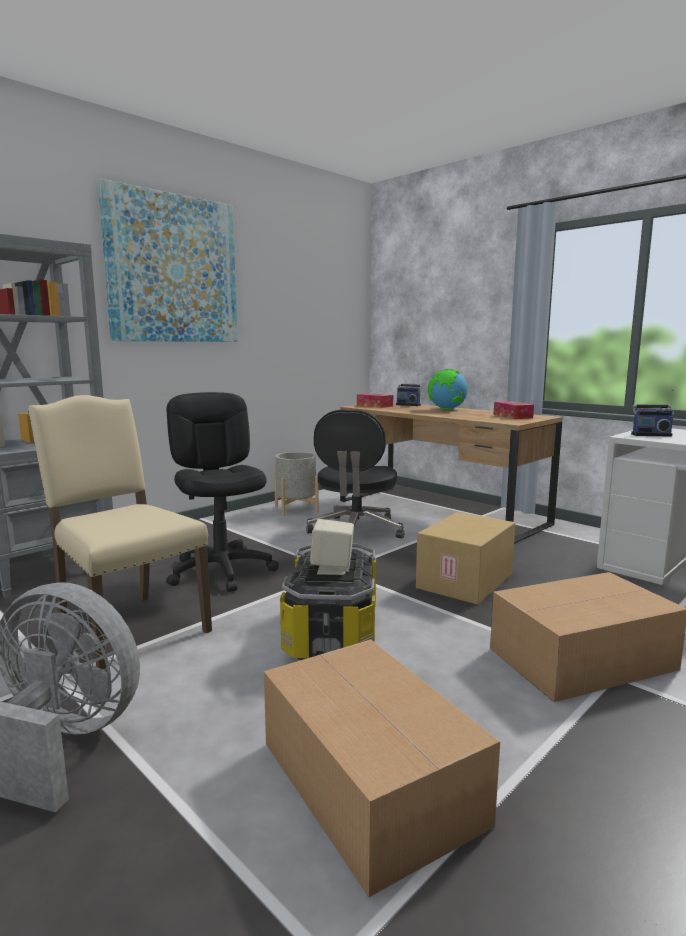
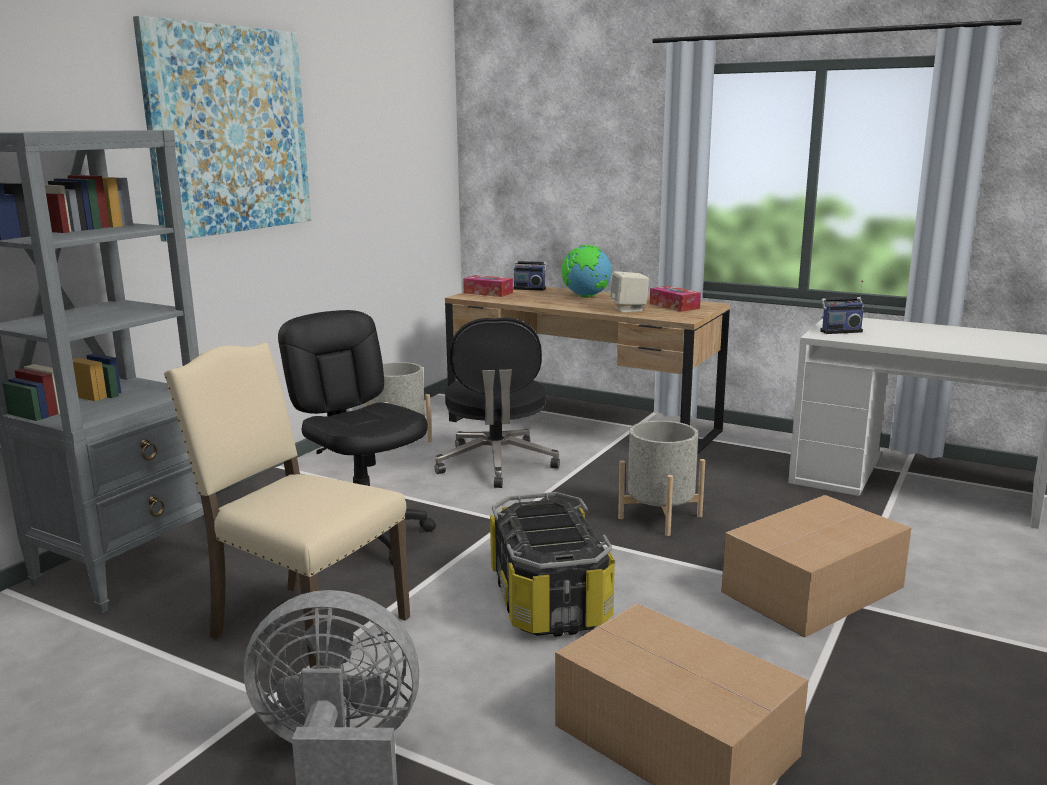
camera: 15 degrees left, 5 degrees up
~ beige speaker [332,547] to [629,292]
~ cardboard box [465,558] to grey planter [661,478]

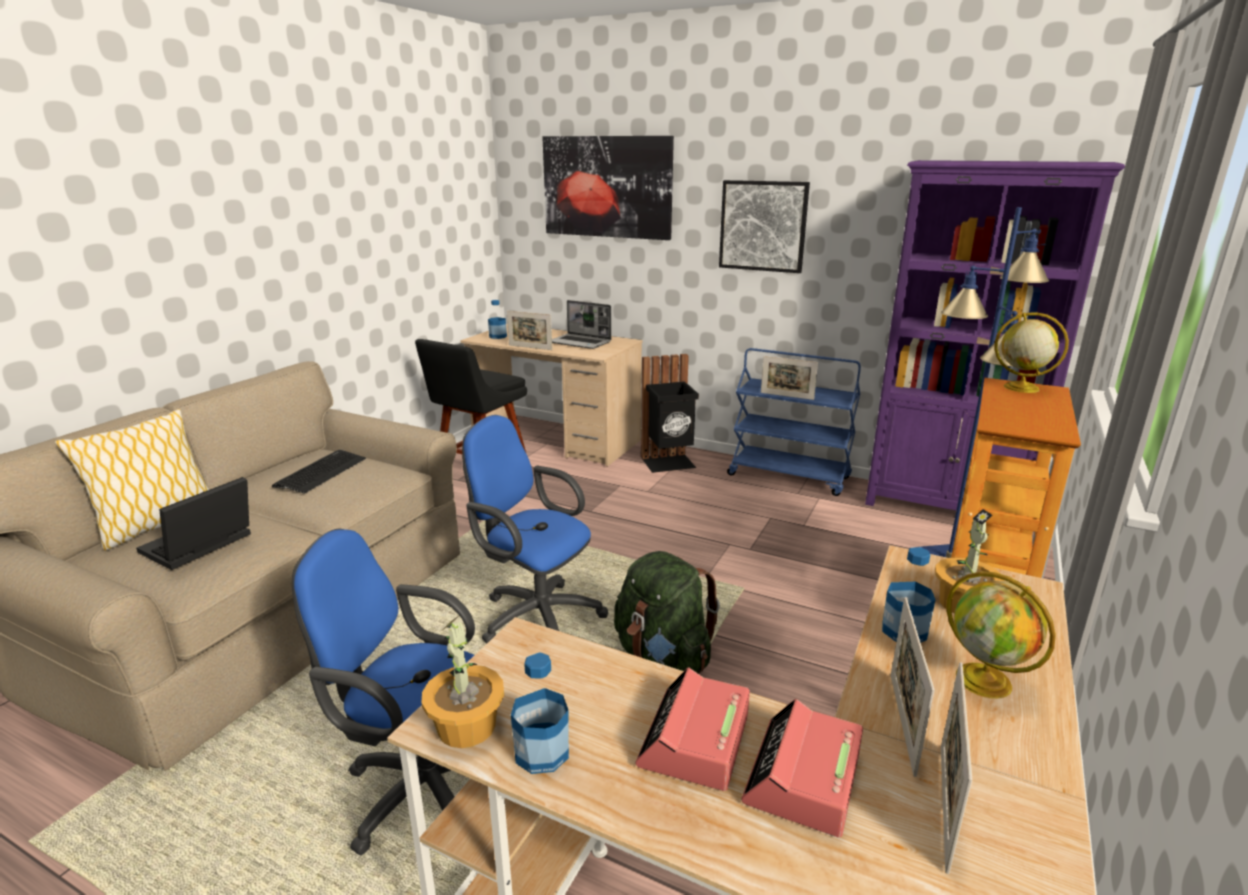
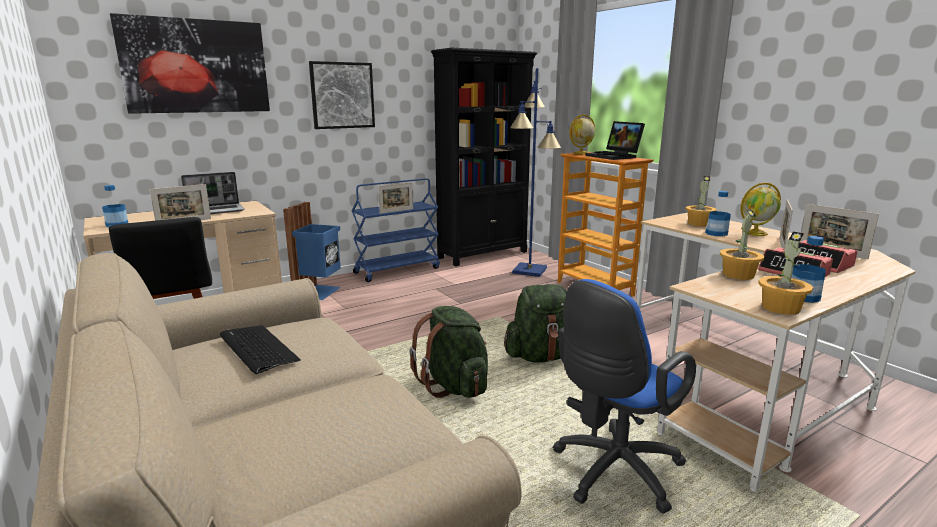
camera: 60 degrees left, 5 degrees down
~ black trash can [670,413] to blue trash can [312,251]
~ blue office chair [535,529] to green backpack [448,352]
~ purple bookcase [995,335] to black bookcase [484,157]
~ laptop [193,523] to [615,140]
+ potted plant [742,244]
~ picture frame [913,687] = [786,224] 75 degrees clockwise
- pillow [132,480]

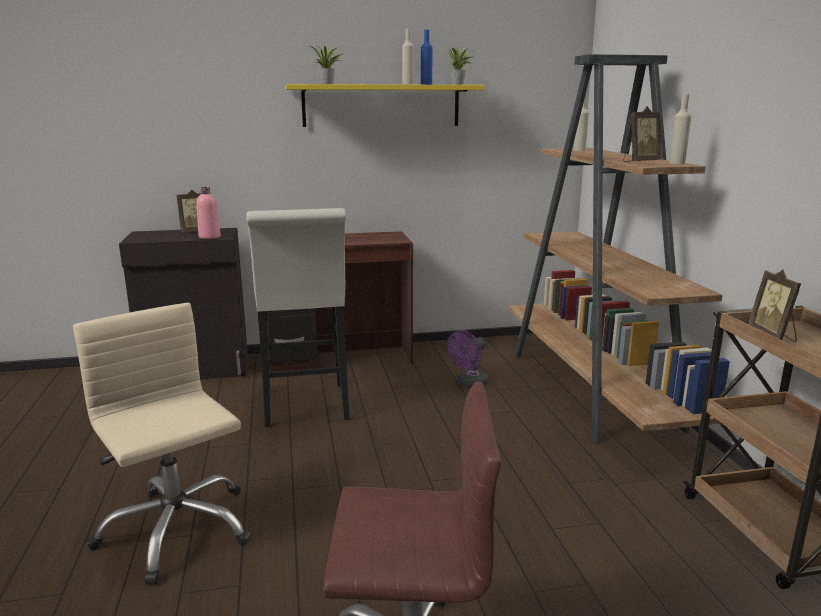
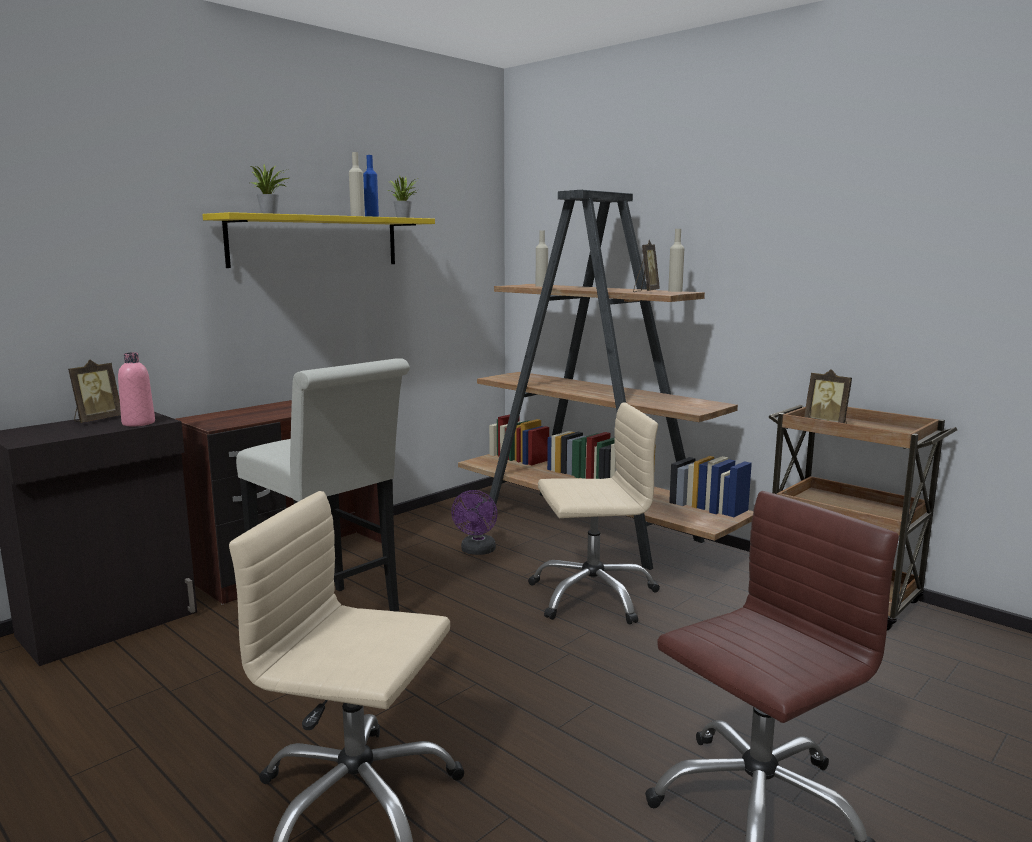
camera: 35 degrees left, 5 degrees down
+ beige office chair [594,513]

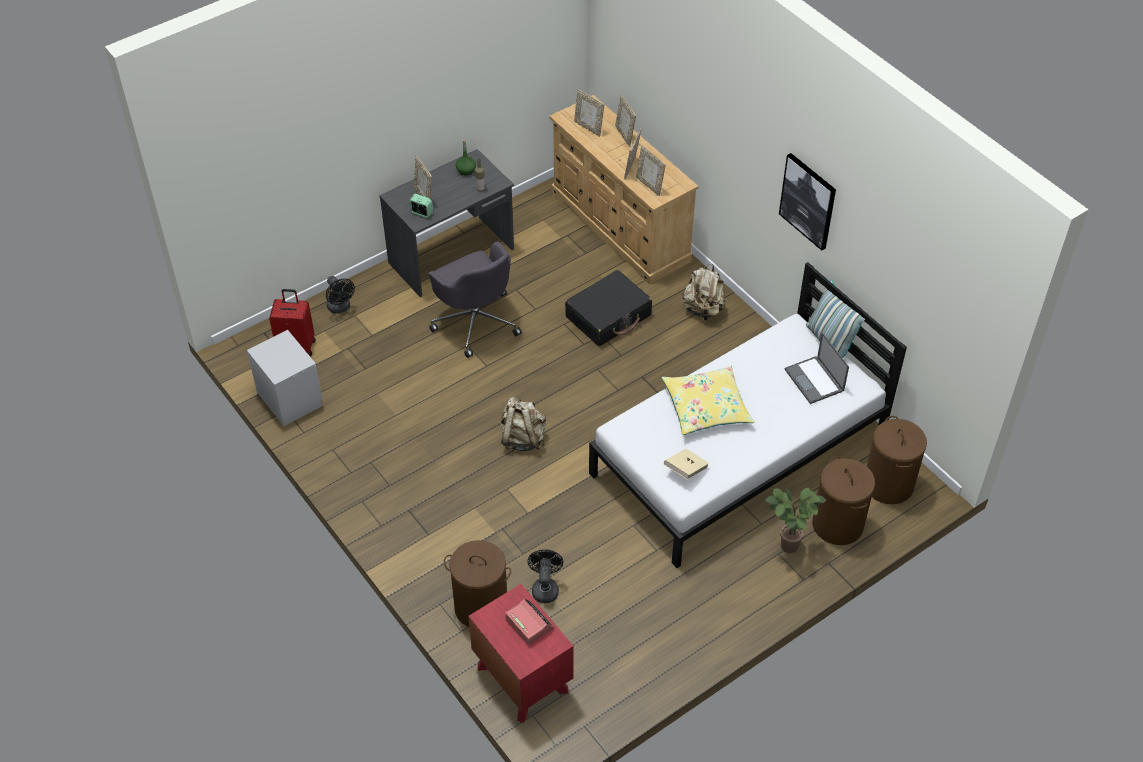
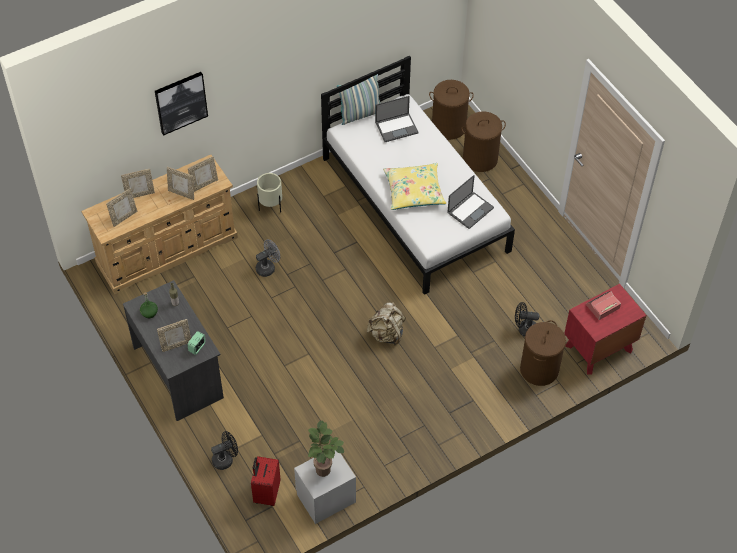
camera: 85 degrees left, 5 degrees up
~ picture [807,201] to [181,104]
~ black suitcase [608,308] to grey fan [268,258]
~ beige backpack [704,292] to beige planter [269,193]
~ potted plant [795,520] to [326,448]
~ beige book [686,464] to laptop [470,202]
- grey office chair [475,299]

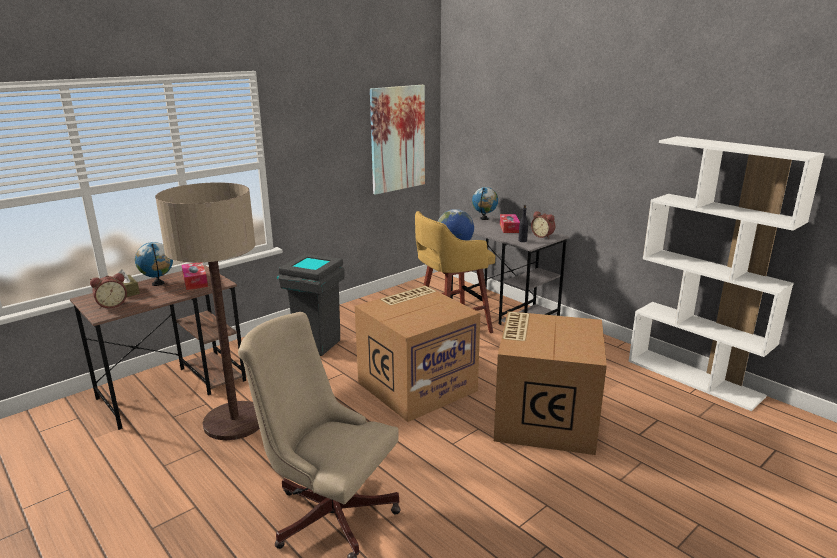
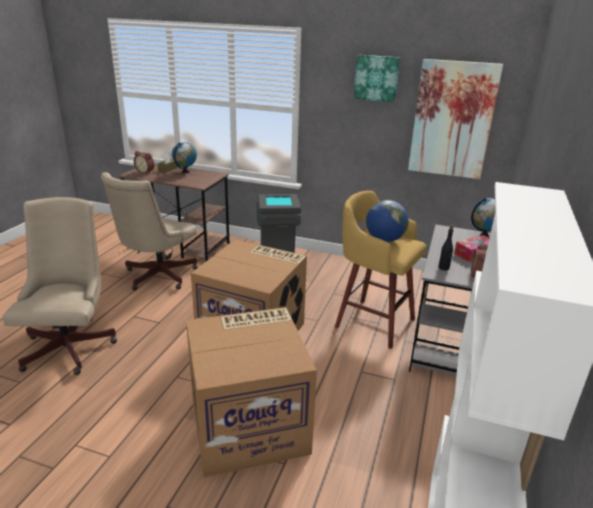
camera: 60 degrees right, 5 degrees up
~ floor lamp [207,311] to beige office chair [149,231]
+ picture [377,78]
- tissue box [194,276]

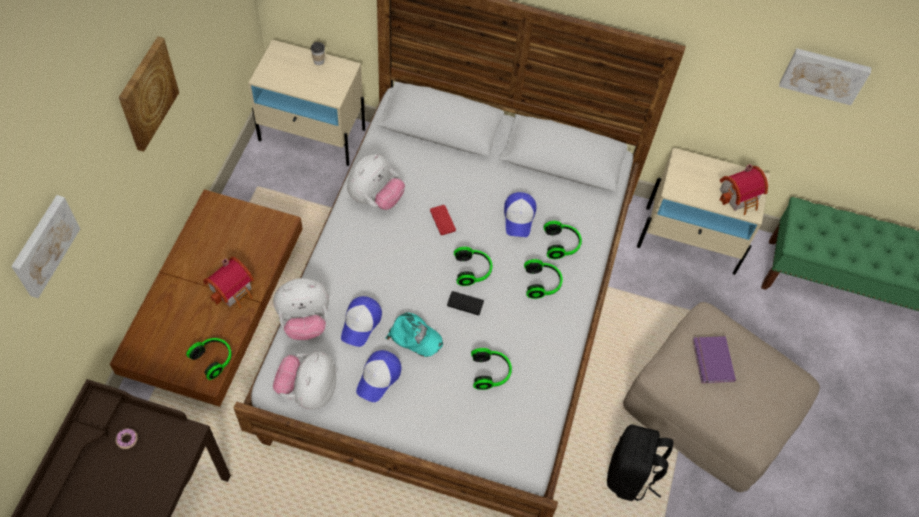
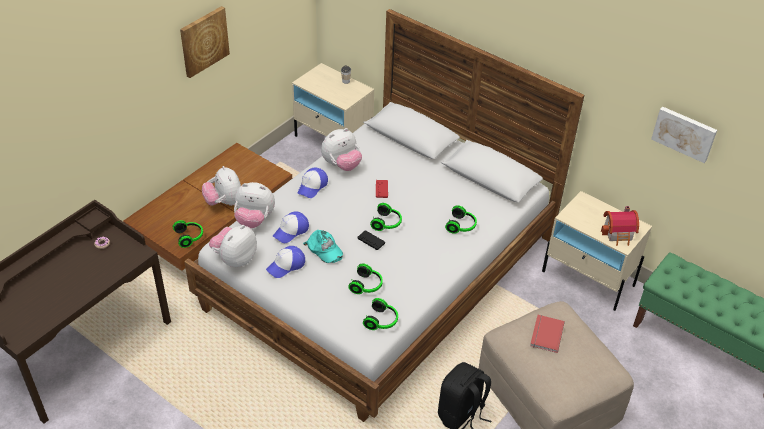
camera: 25 degrees right, 15 degrees down
~ toy house [228,282] to plush toy [221,186]
~ cap [520,214] to [312,183]
~ headphones [543,279] to [380,314]
~ purple book [714,359] to red book [547,334]
- picture [45,246]

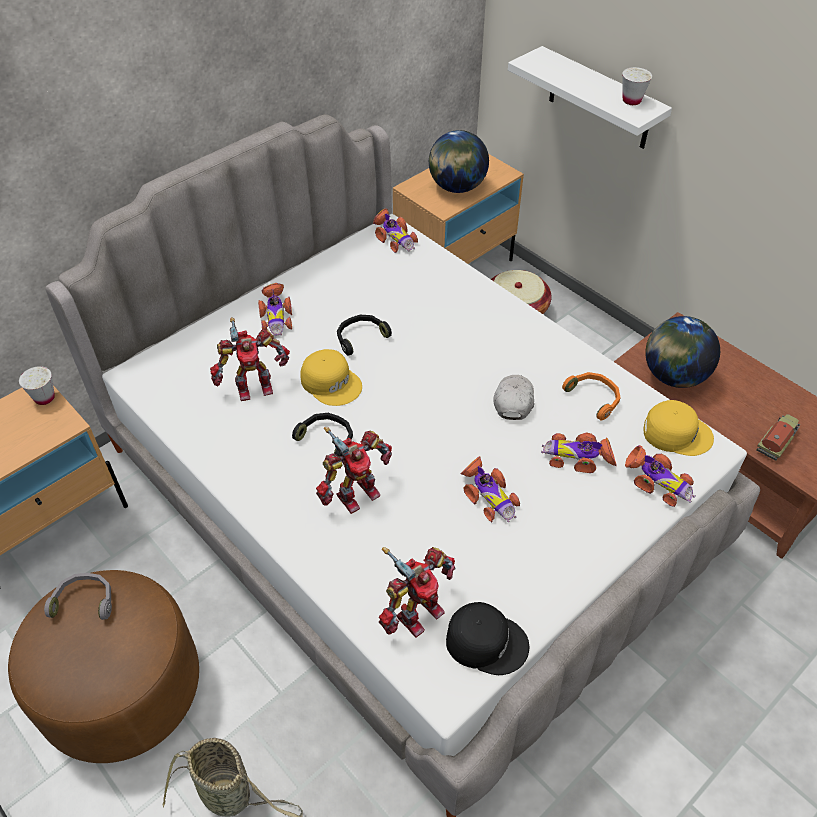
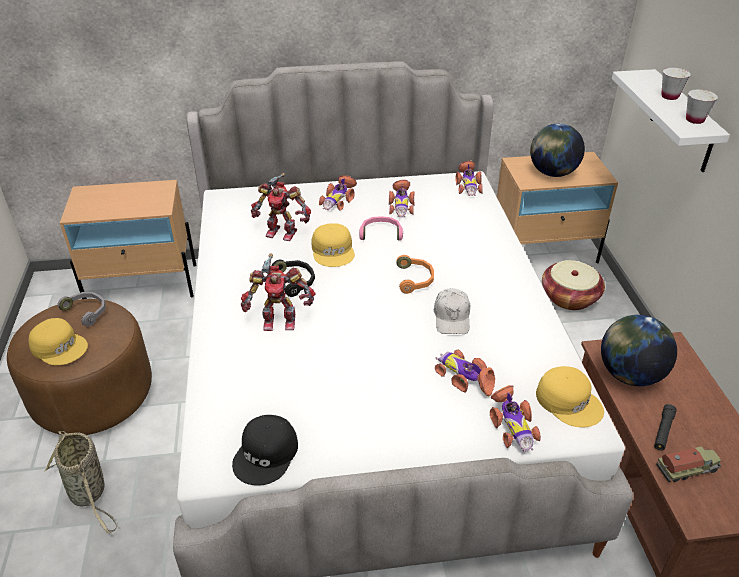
camera: 35 degrees right, 10 degrees down
+ yellow cap [58,341]
~ black cap [487,638] = [265,450] 60 degrees clockwise
~ black headphones [364,335] to pink headphones [381,228]
~ toy car [490,489] to [402,198]
~ orange headphones [591,396] to [415,274]
~ white cap [513,397] = [452,311] 135 degrees clockwise
+ black flashlight [665,427]
~ white cup [37,385] to [676,84]
- toy robot [417,592]

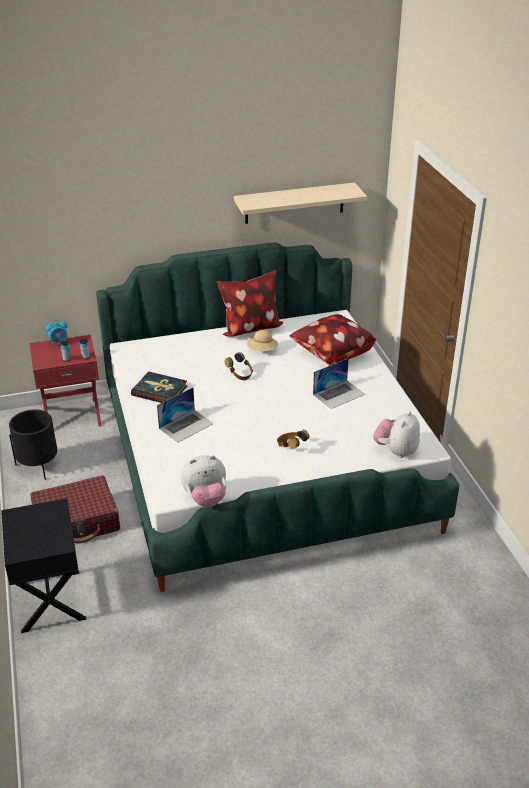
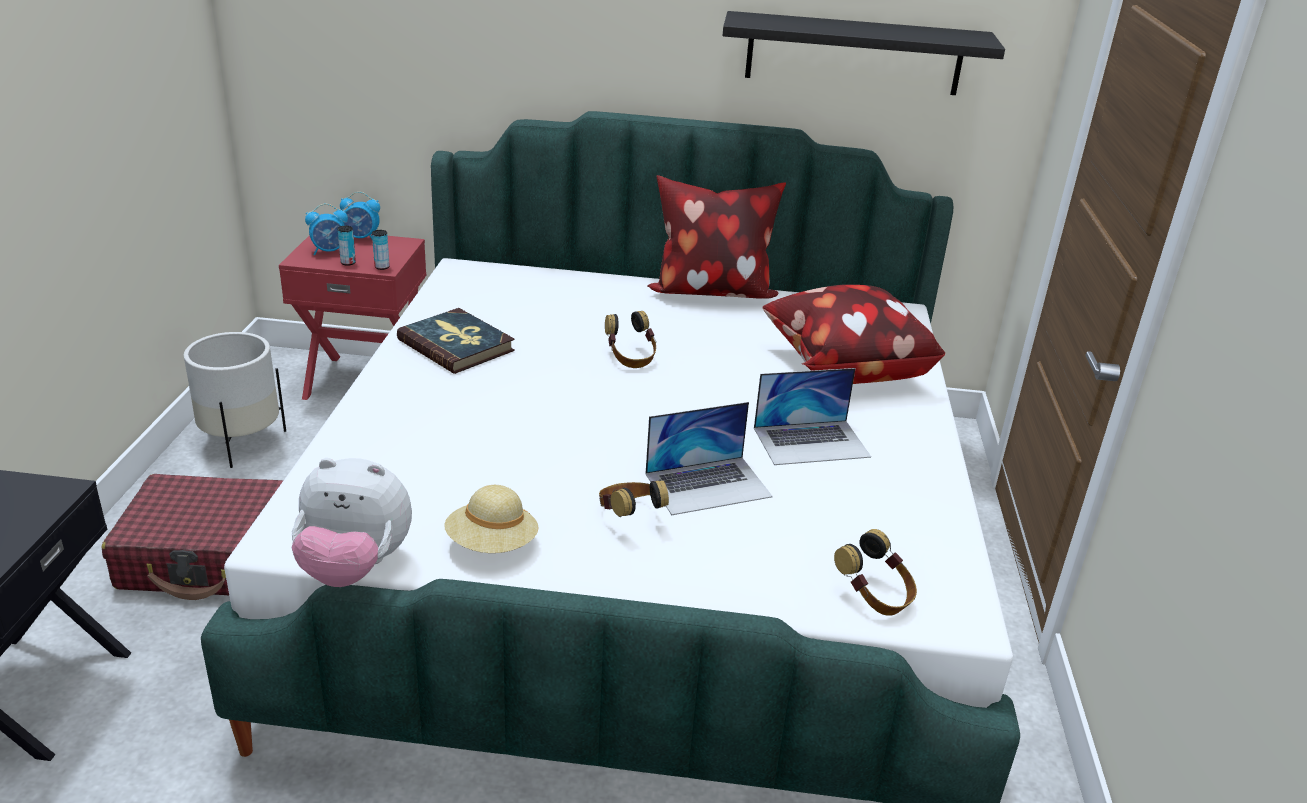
camera: 20 degrees right, 5 degrees down
~ black planter [33,445] to white planter [235,400]
+ alarm clock [326,230]
~ beige hat [262,340] to [491,519]
~ laptop [185,415] to [709,458]
~ beige shelf [300,203] to black shelf [864,53]
~ plush toy [396,434] to headphones [875,572]

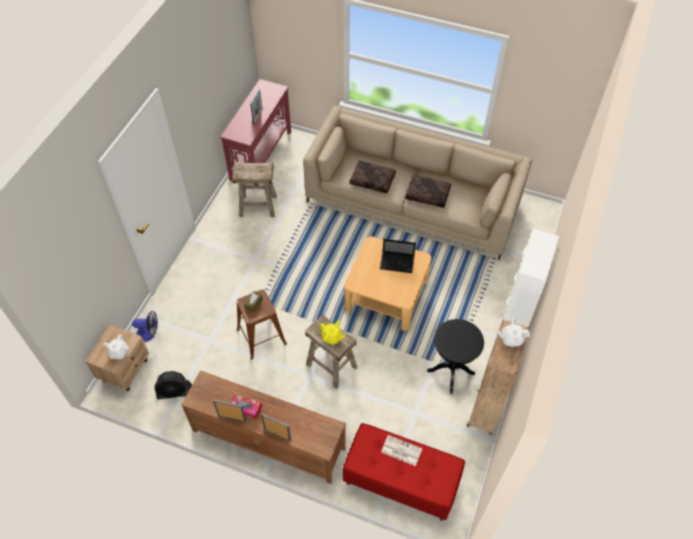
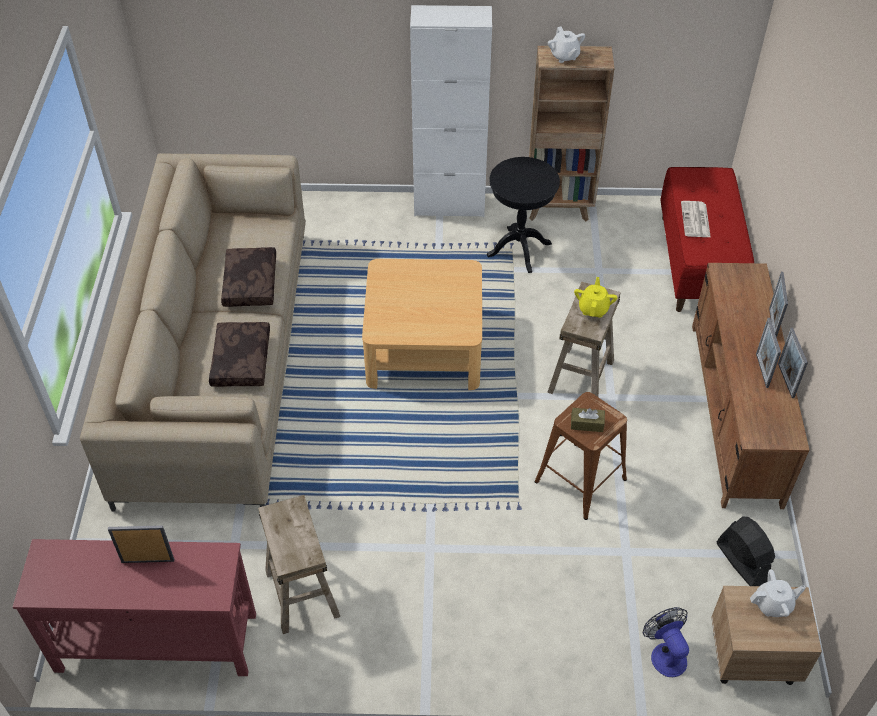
camera: 110 degrees left, 5 degrees down
~ tissue box [246,407] to picture frame [768,353]
- laptop [398,256]

